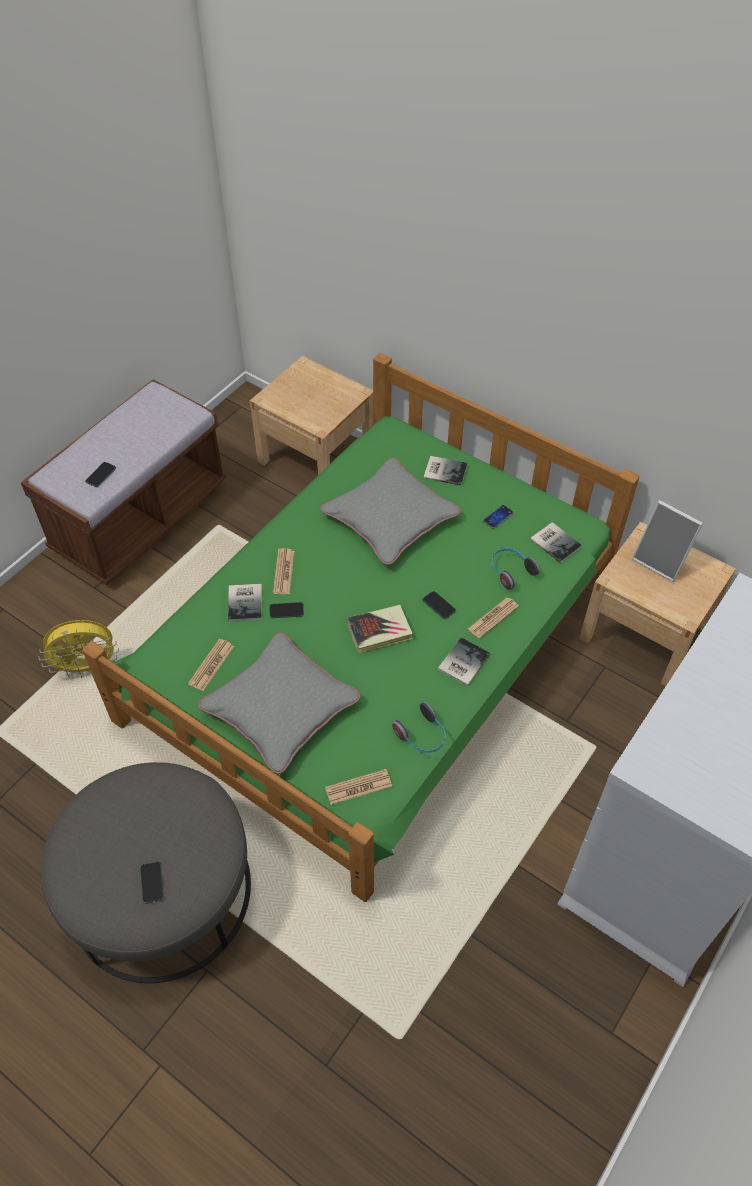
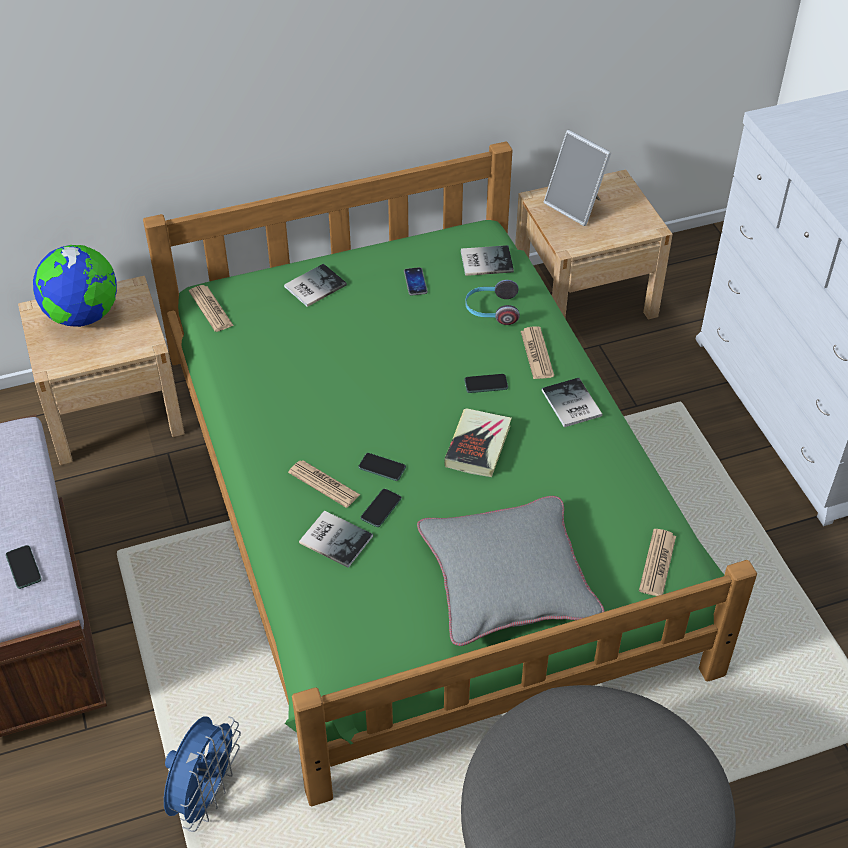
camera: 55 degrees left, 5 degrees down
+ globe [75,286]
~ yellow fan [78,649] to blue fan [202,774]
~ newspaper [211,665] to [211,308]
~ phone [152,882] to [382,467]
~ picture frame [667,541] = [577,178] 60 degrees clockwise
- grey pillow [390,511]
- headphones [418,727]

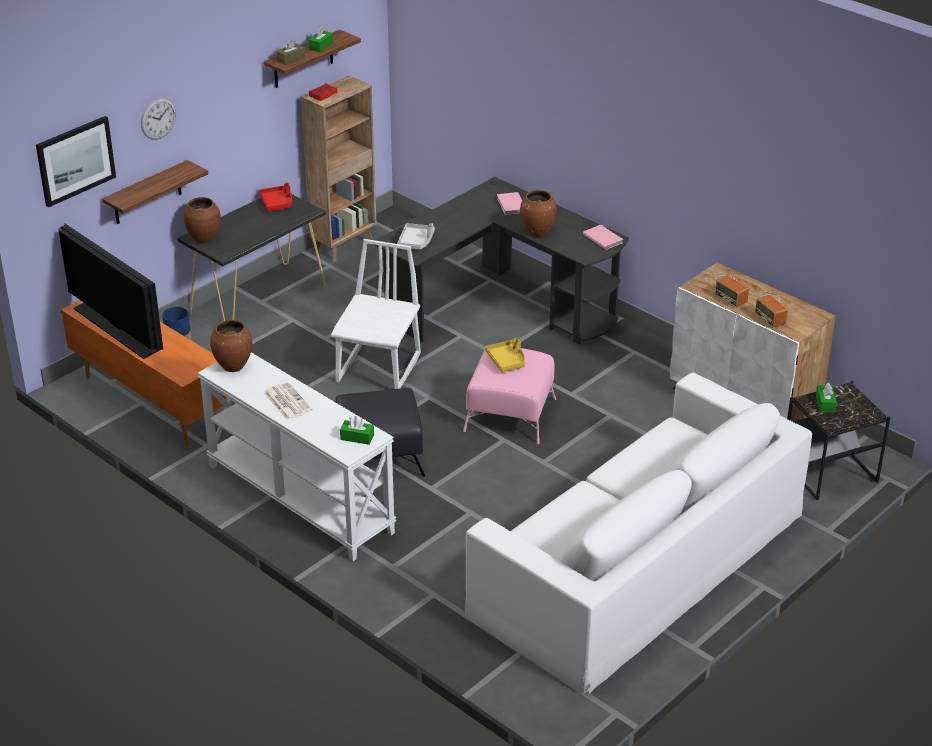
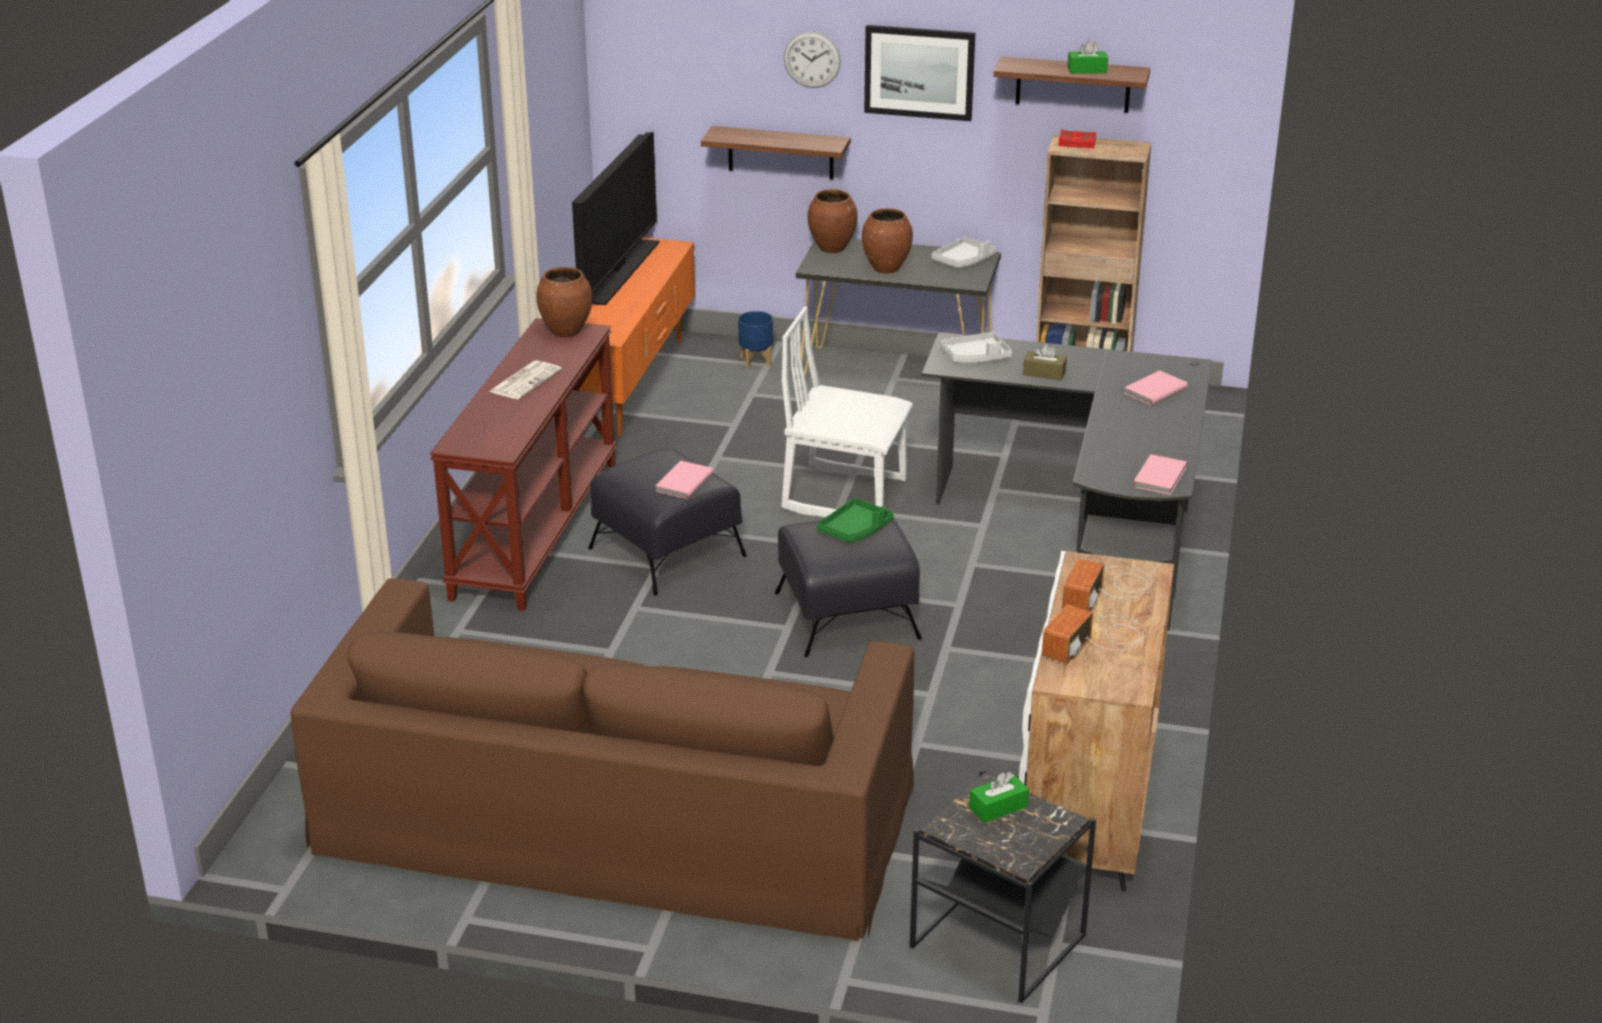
camera: 60 degrees right, 5 degrees down
~ white sofa [638,533] to brown sofa [602,759]
~ white console table [297,456] to brown console table [523,464]
+ pink book [684,480]
~ pink ottoman [509,396] to black ottoman [848,588]
~ white chair [376,314] = [847,411] 150 degrees counterclockwise
~ yellow tray [505,355] to green tray [855,520]
~ brown vase [538,213] to [887,241]
~ picture [76,161] to [919,73]
~ red tray [275,197] to grey tray [964,252]
~ brown tissue box [290,52] to [1045,361]
- green tissue box [357,430]

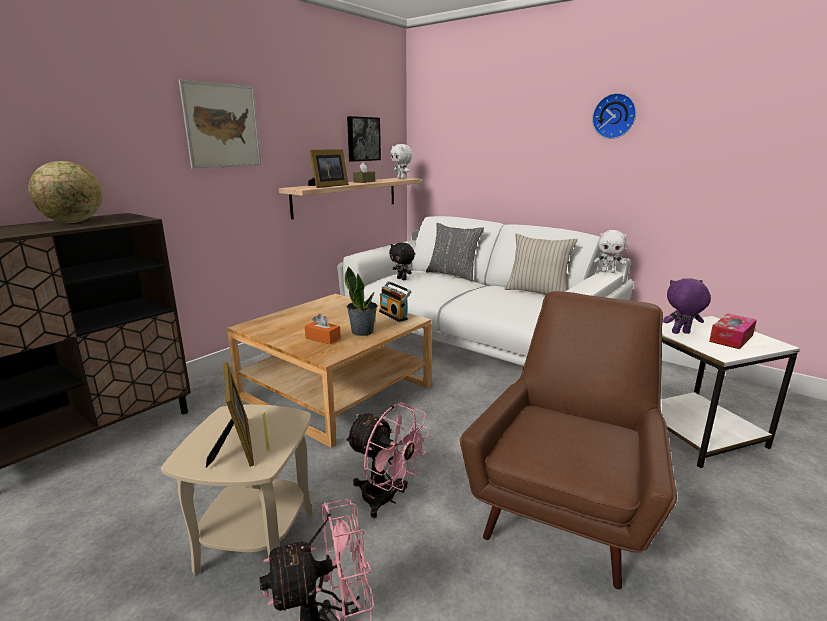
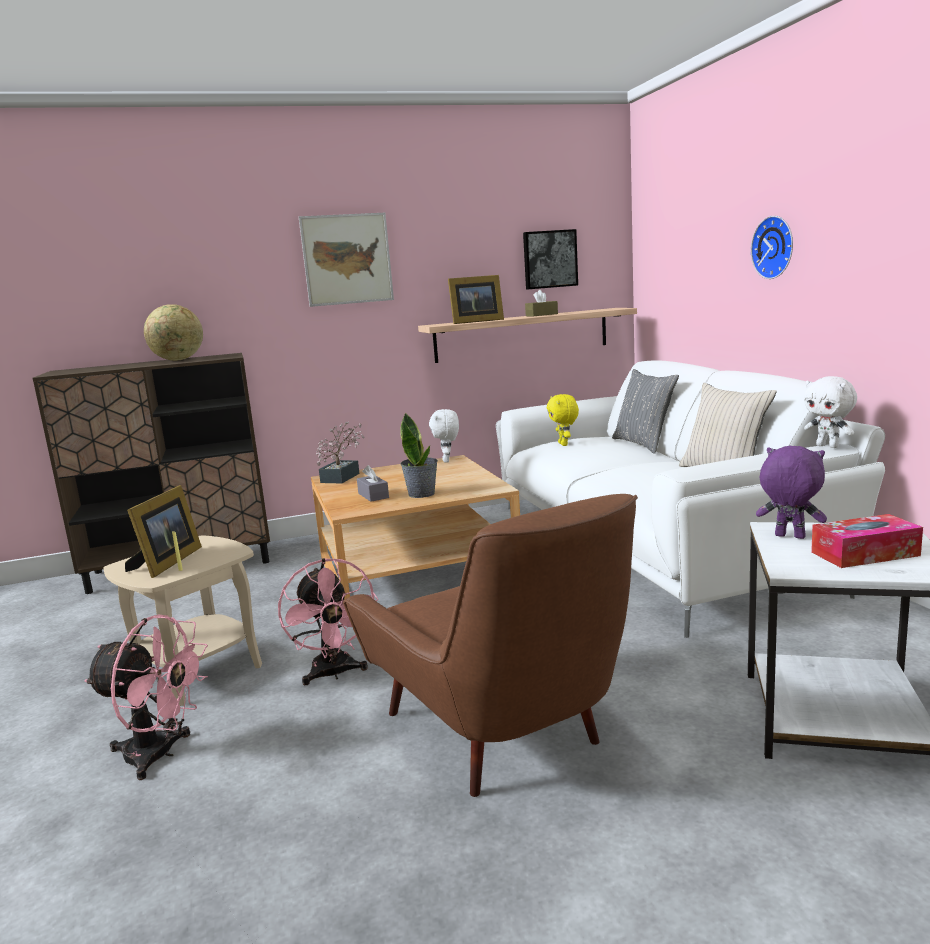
camera: 35 degrees right, 5 degrees down
+ potted plant [340,452]
~ brown armchair [568,440] = [490,645] 90 degrees clockwise
~ orange tissue box [323,328] to grey tissue box [373,483]
~ white plush toy [401,161] to [444,436]
~ black plush toy [402,261] to yellow plush toy [563,420]
~ wall clock [614,116] to [772,247]
- radio [395,301]

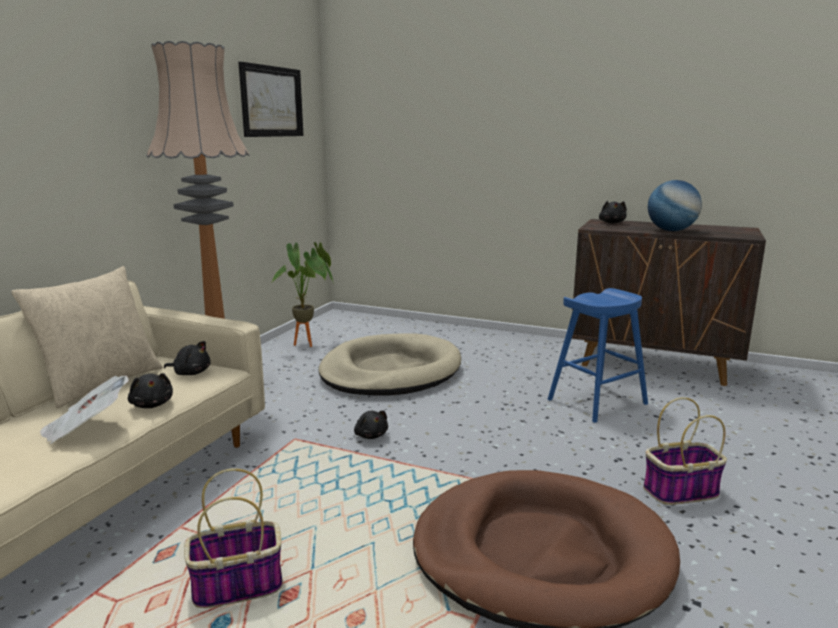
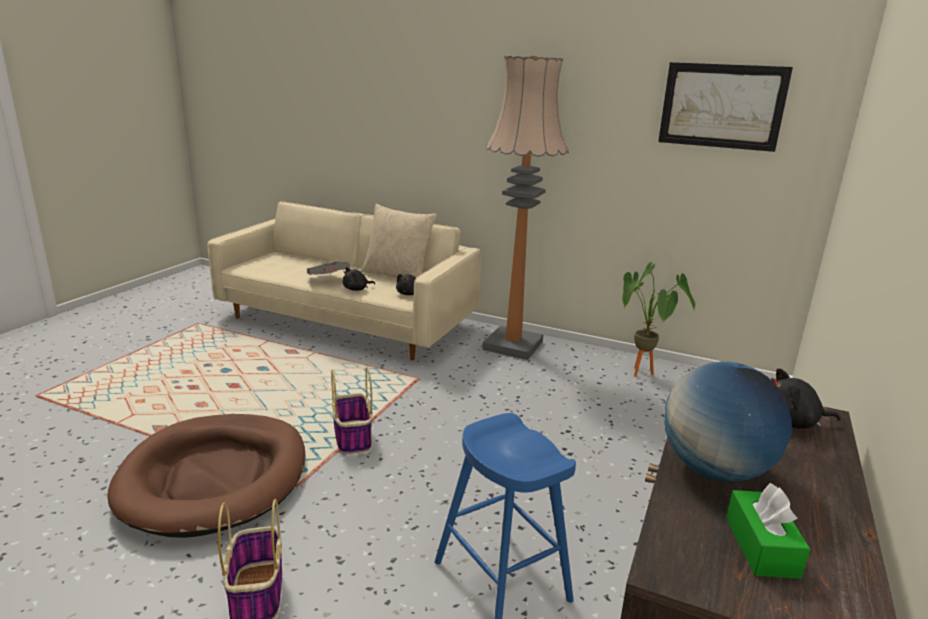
camera: 90 degrees right, 5 degrees up
~ basket [233,538] to [352,410]
+ green tissue box [768,531]
- beige dog bed [390,364]
- black plush toy [371,425]

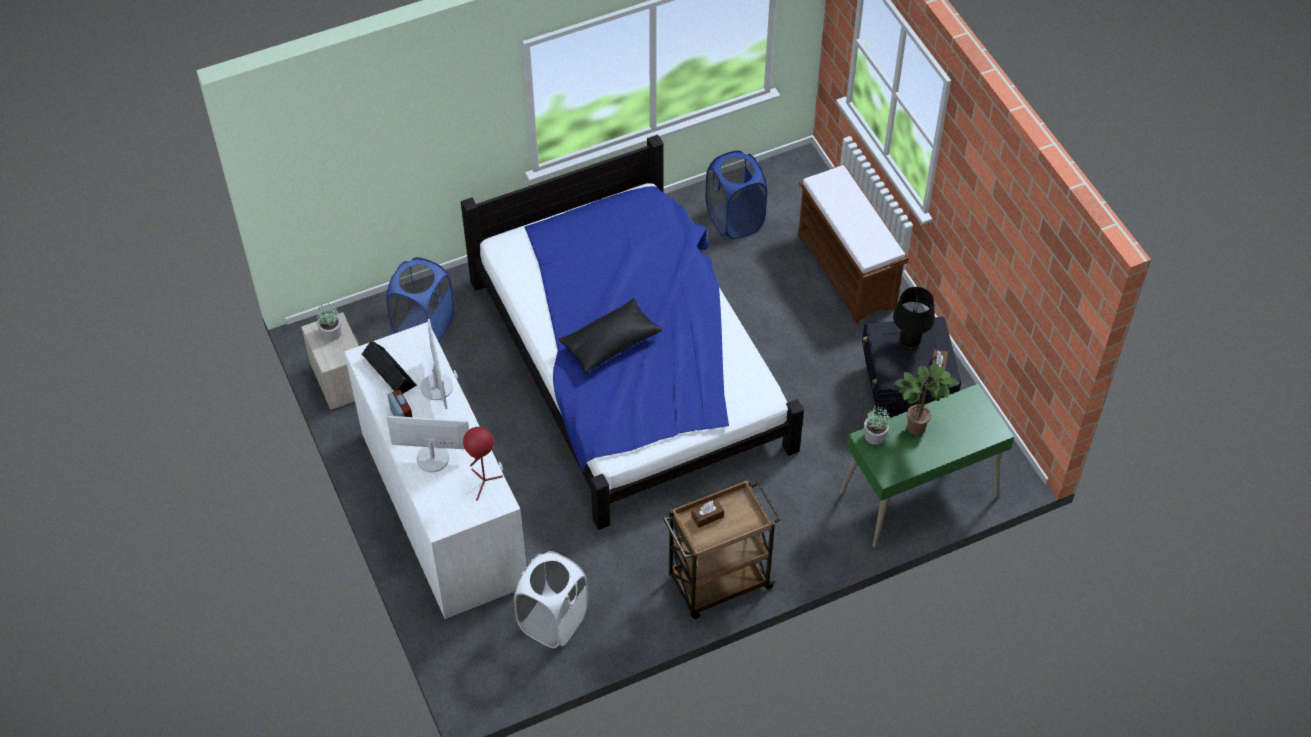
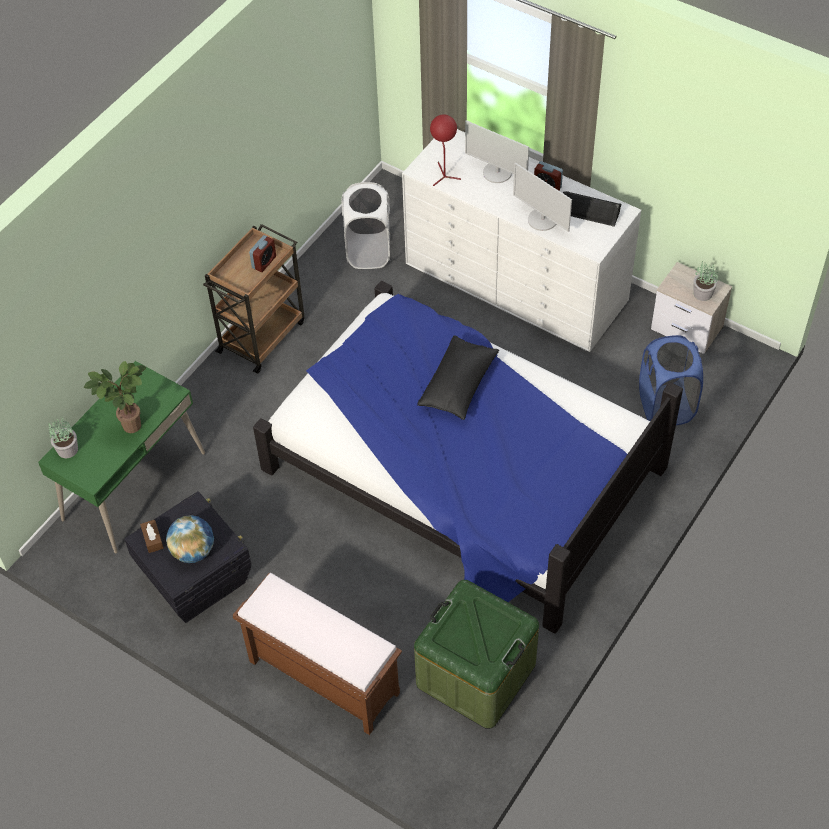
camera: 150 degrees right, 0 degrees up
~ potted plant [877,425] to [63,437]
~ black table lamp [914,318] to globe [190,539]
~ brown tissue box [707,513] to alarm clock [262,253]
~ blue laundry basket [736,194] to green storage box [476,654]
~ monitor [428,444] = [497,151] 60 degrees clockwise

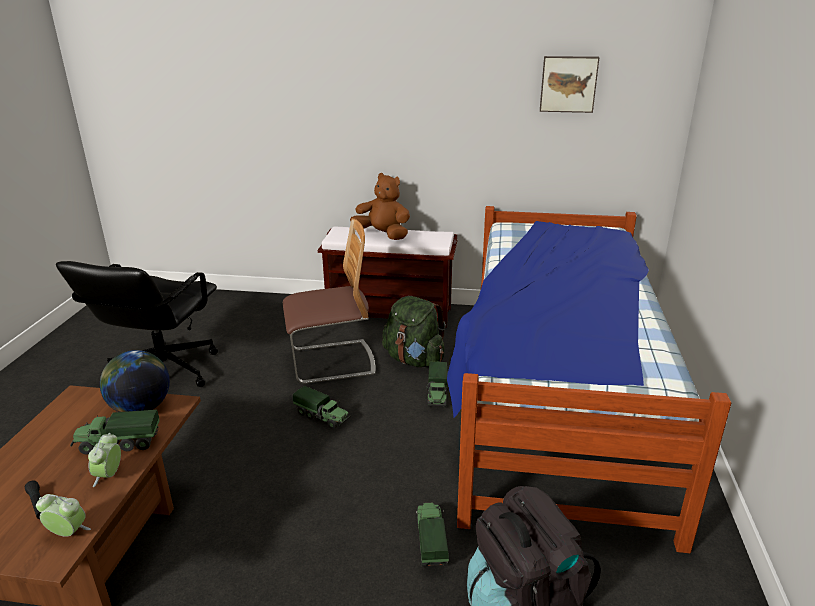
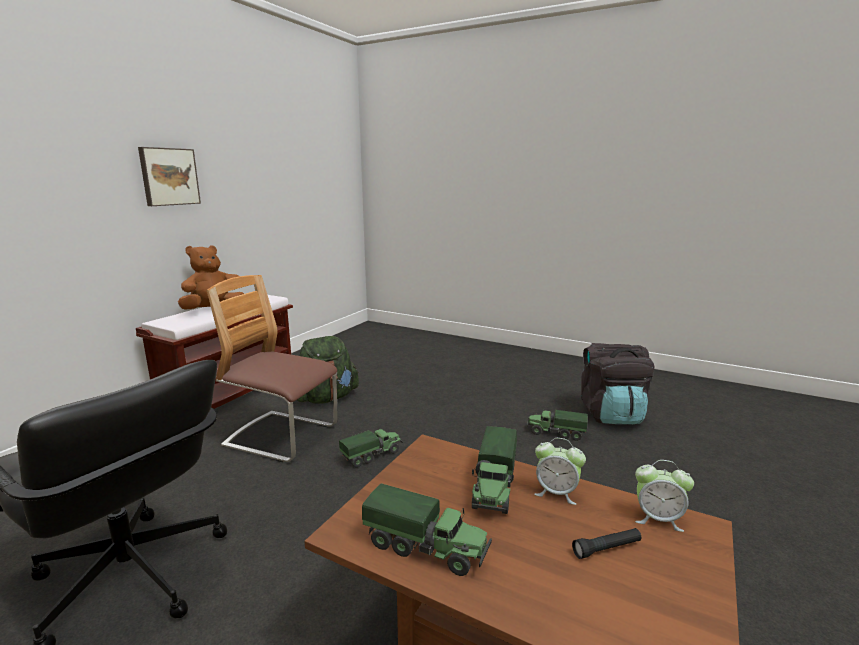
camera: 70 degrees left, 10 degrees down
~ picture [570,84] to [169,176]
~ chair [329,301] = [272,368] 75 degrees counterclockwise
~ toy truck [437,384] to [427,529]
~ alarm clock [63,515] = [664,496] 105 degrees counterclockwise
- globe [135,381]
- bed [589,379]

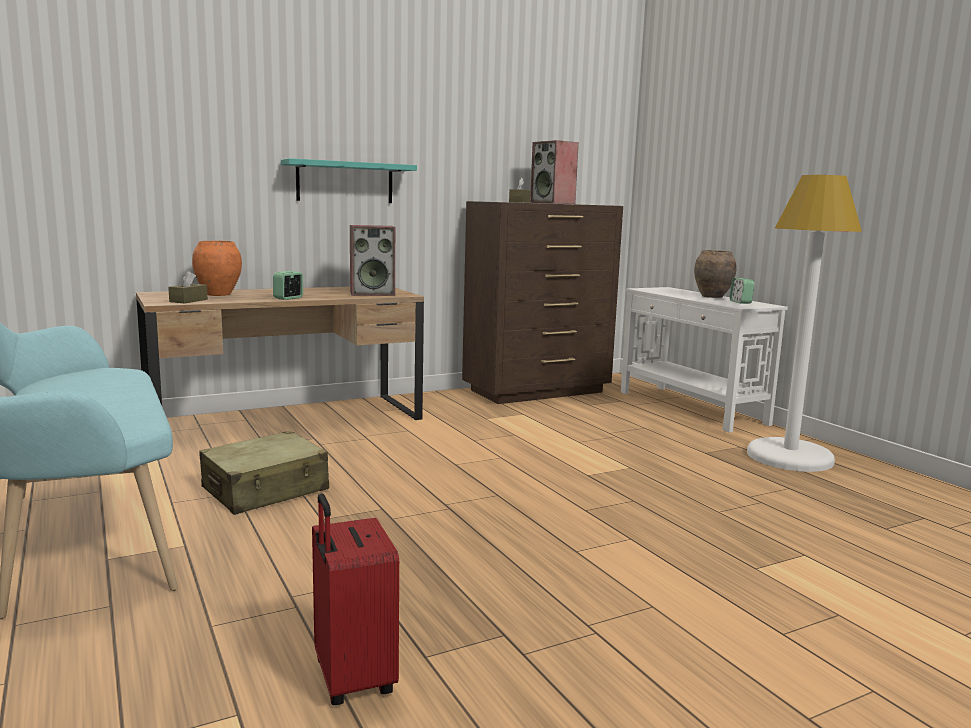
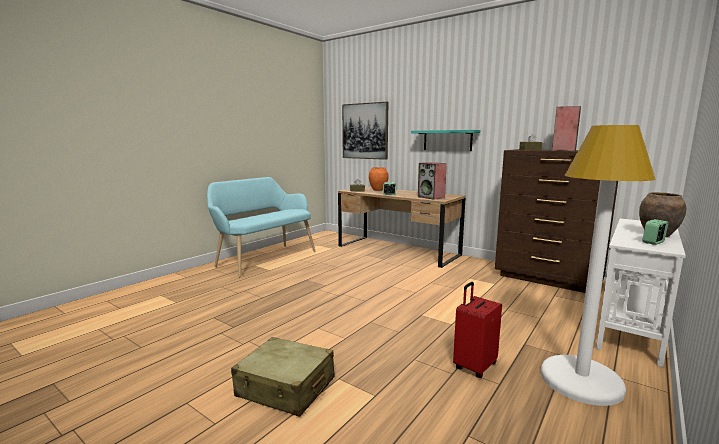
camera: 65 degrees right, 0 degrees up
~ beige suitcase [264,473] to [282,377]
+ picture [365,131]
~ red suitcase [355,599] to [477,330]

